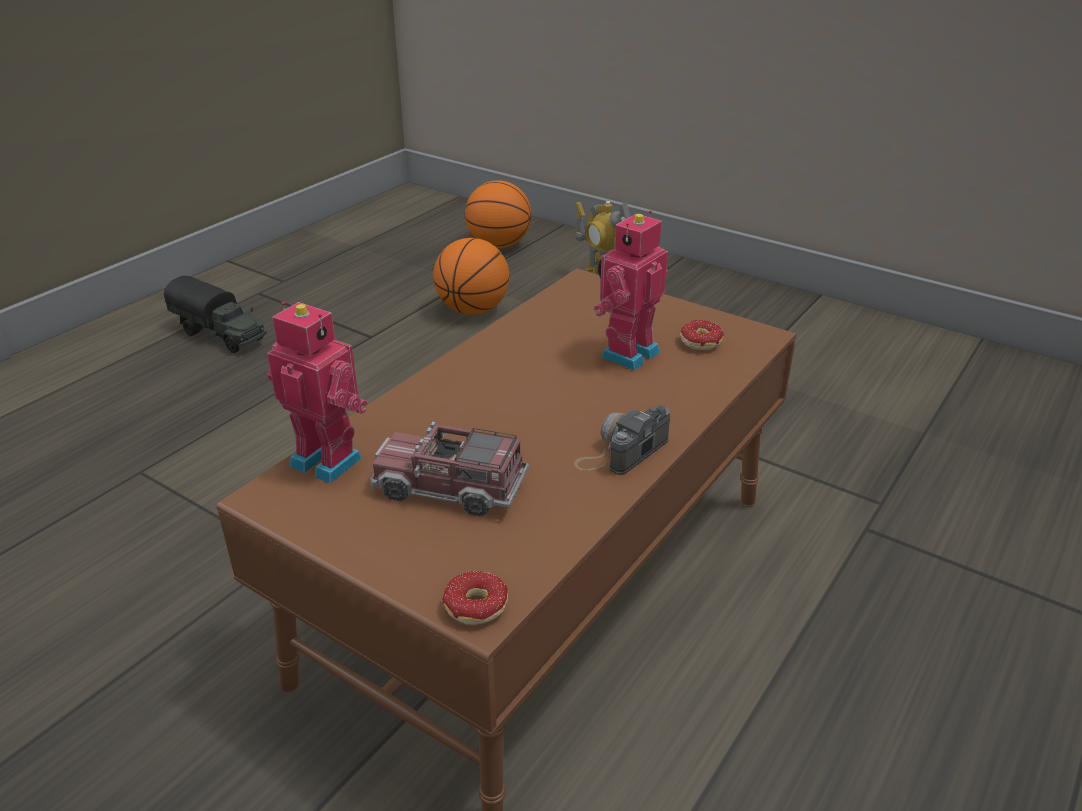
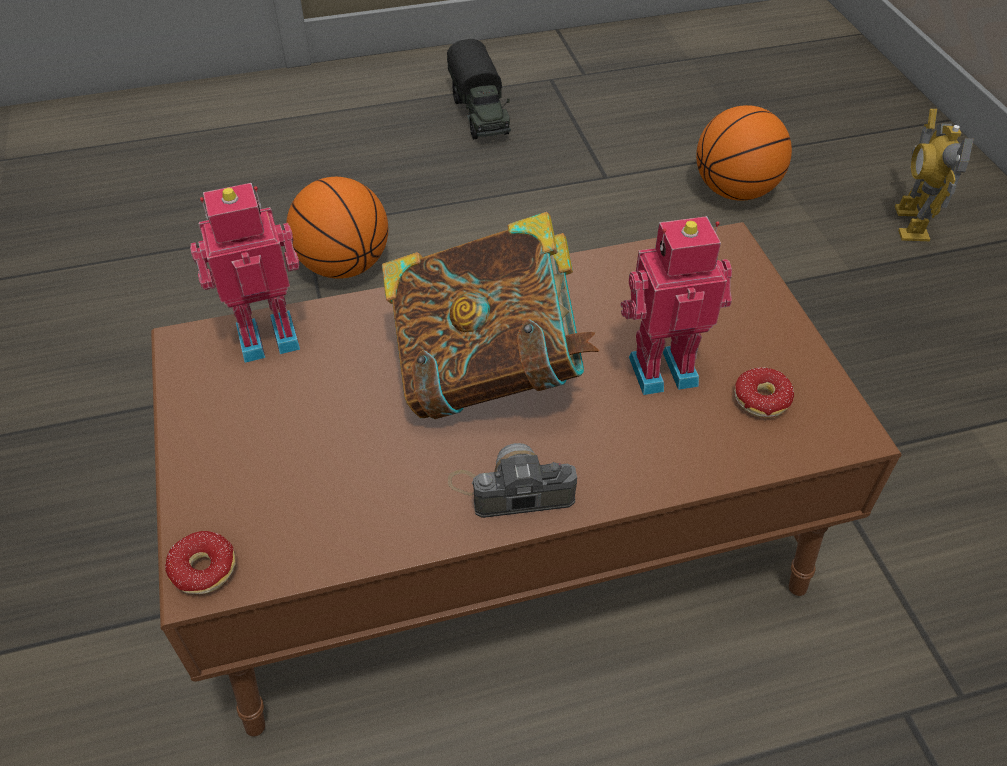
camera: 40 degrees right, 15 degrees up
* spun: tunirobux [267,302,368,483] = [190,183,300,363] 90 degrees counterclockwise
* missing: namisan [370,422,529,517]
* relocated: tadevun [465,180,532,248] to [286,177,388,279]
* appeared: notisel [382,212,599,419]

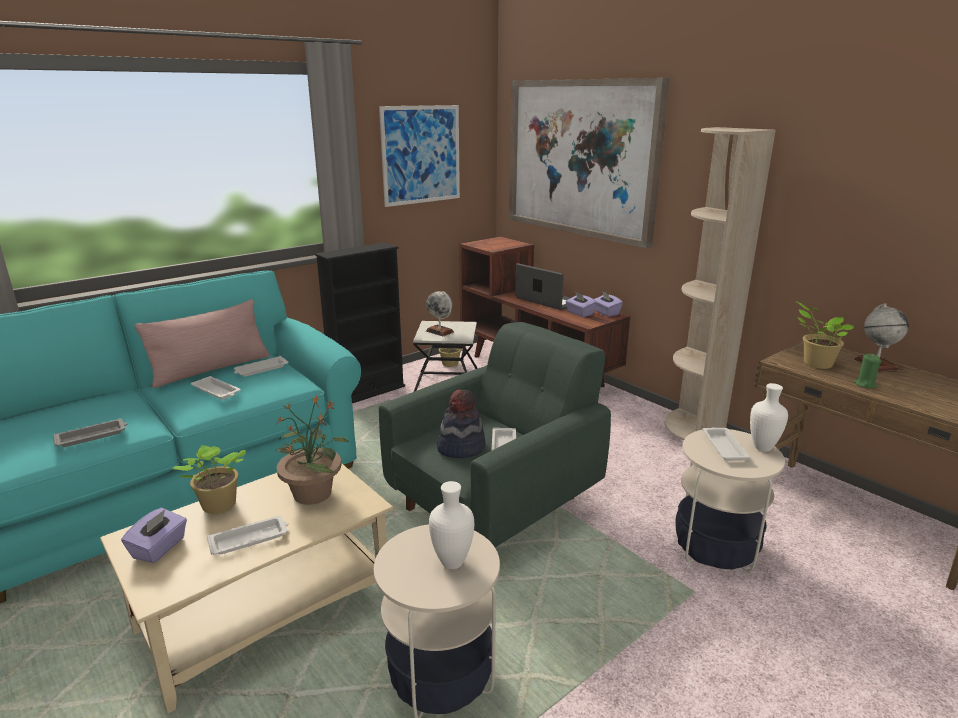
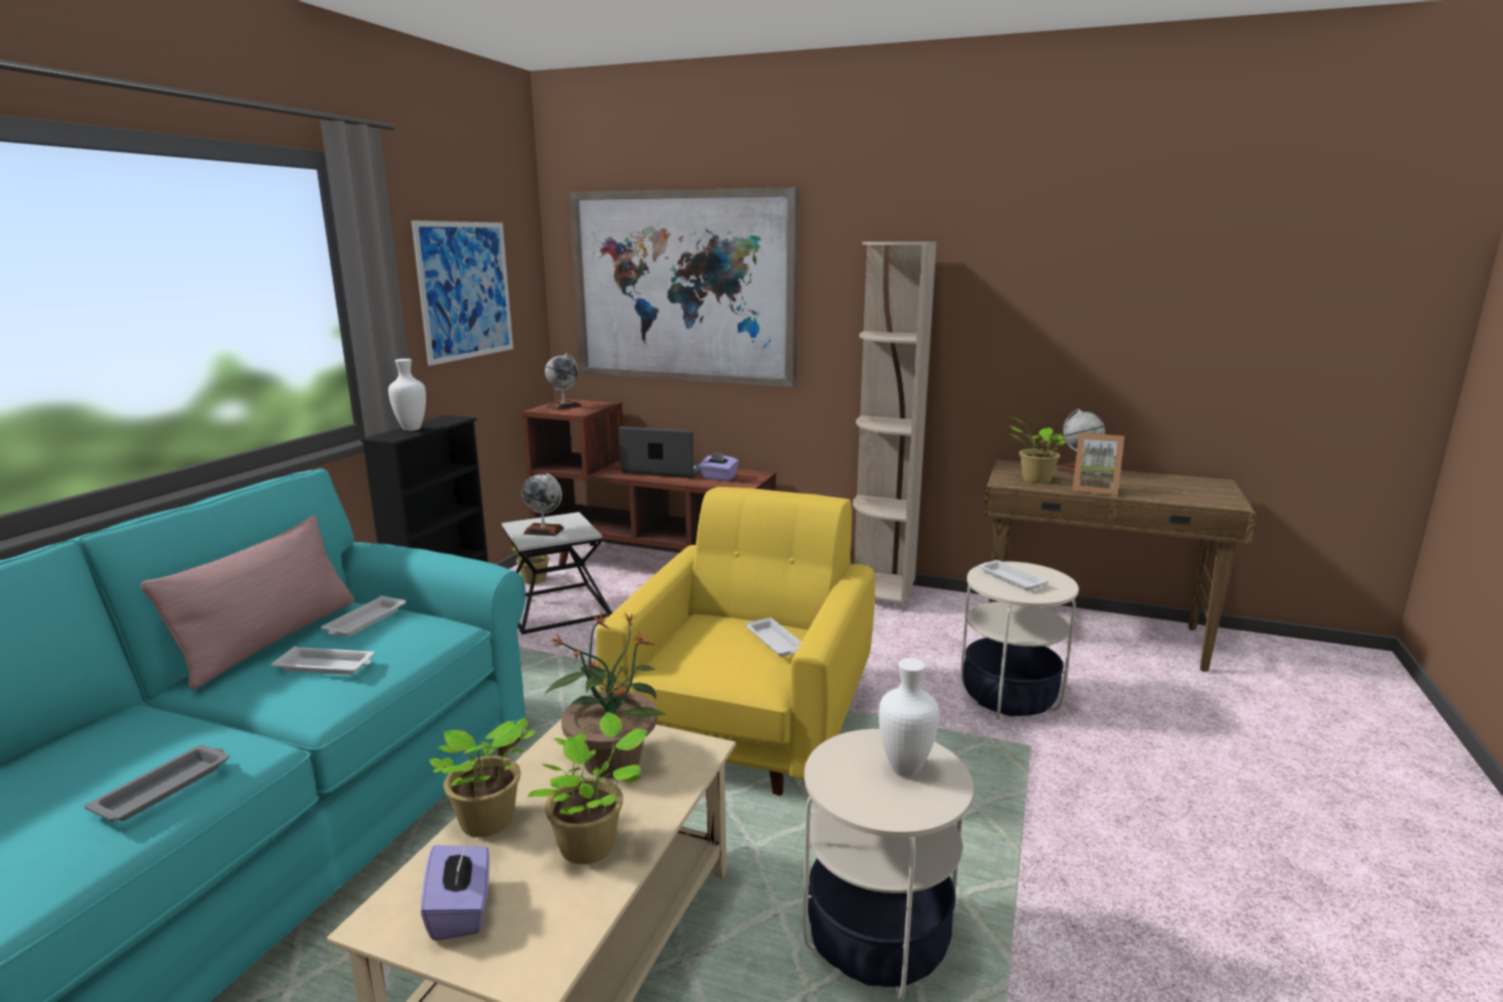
camera: 30 degrees left, 5 degrees down
* exchanged: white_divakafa [207,516,288,555] to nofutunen [528,712,648,864]
* colour: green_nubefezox [379,322,611,547] to yellow_nubefezox [596,487,875,796]
* missing: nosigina [437,389,486,458]
* missing: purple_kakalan [594,291,623,317]
* relocated: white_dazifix [750,383,788,452] to [388,359,426,431]
* exchanged: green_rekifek [853,354,881,389] to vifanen [1072,433,1124,496]
* appeared: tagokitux [545,353,582,411]

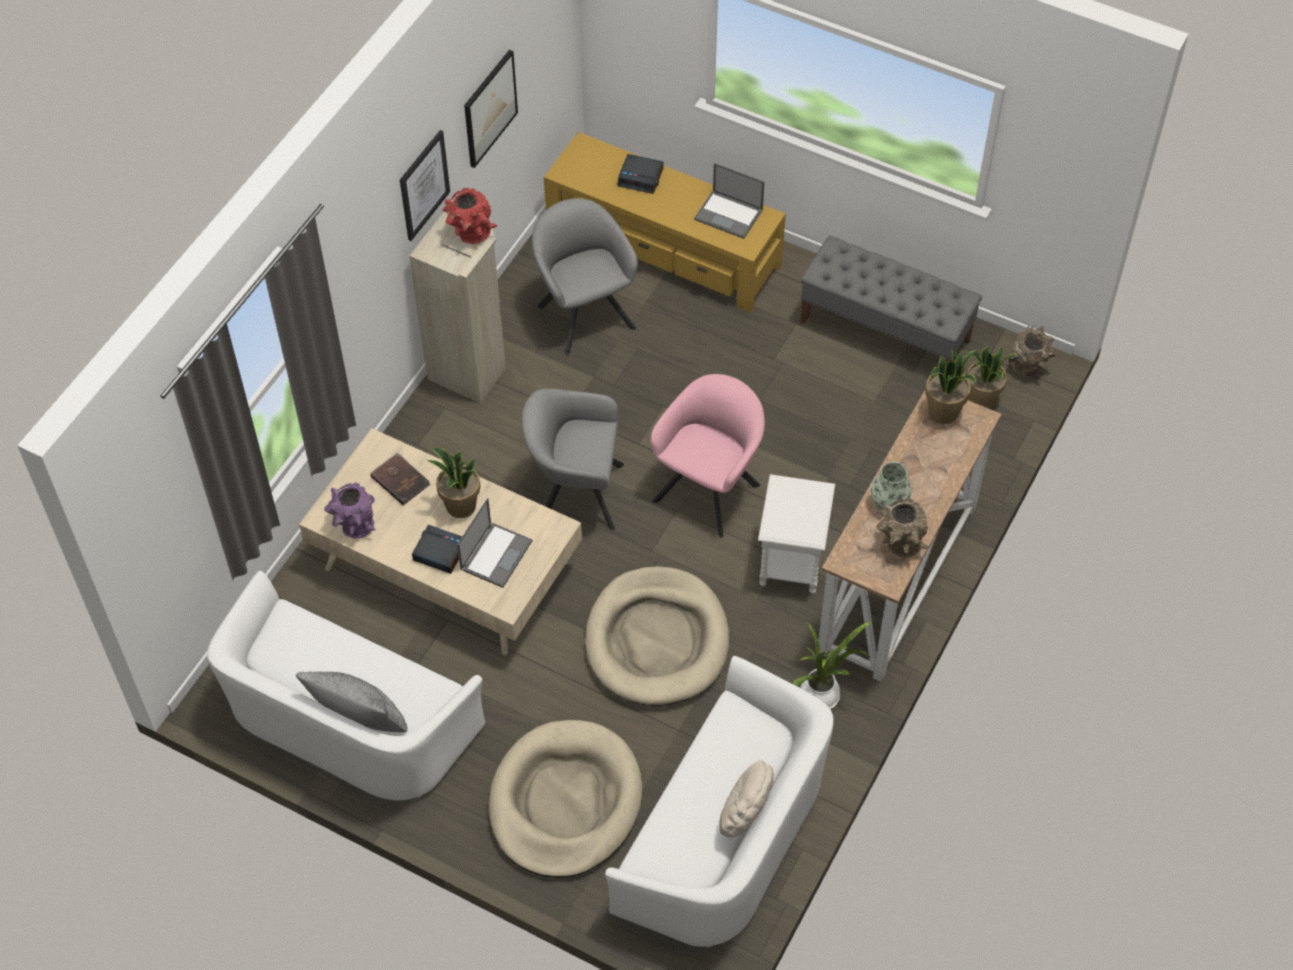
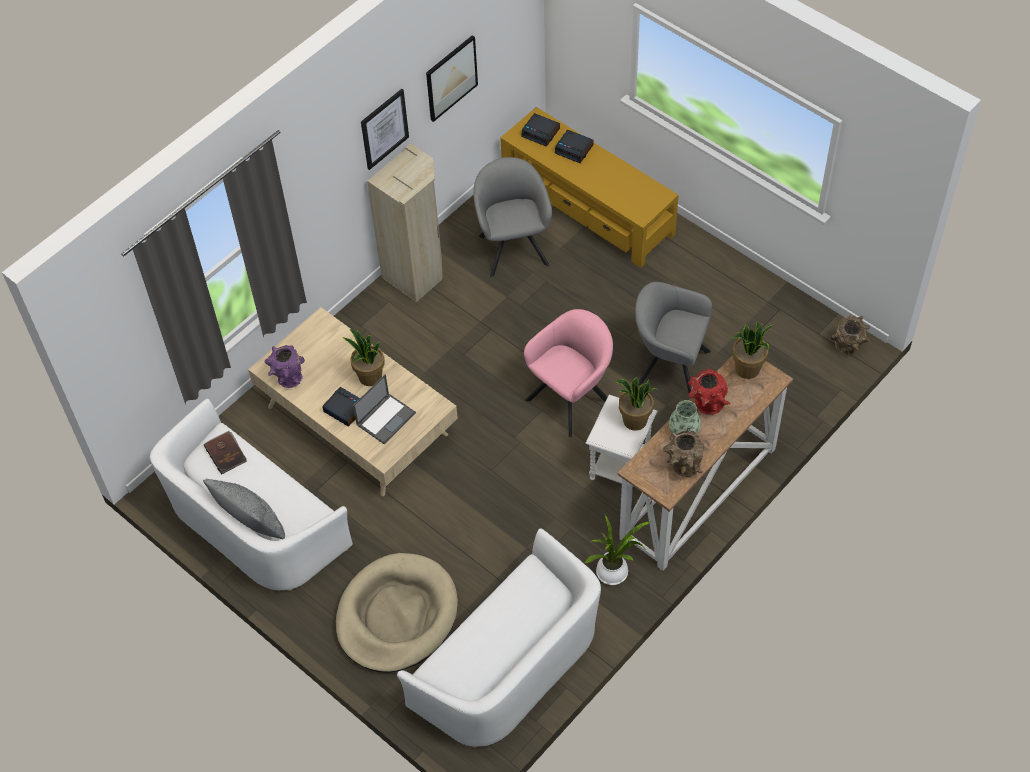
camera: 15 degrees right, 0 degrees up
* relocated: brown_notisel [370,453,430,506] to [204,431,247,474]
* relocated: red_dazifix [443,188,497,244] to [688,369,730,415]
* relocated: grey_nubefezox [522,388,624,531] to [635,282,712,398]
* missing: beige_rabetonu [585,566,729,706]
* missing: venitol [694,163,765,239]
* missing: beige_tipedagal [719,760,774,837]
* missing: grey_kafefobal [800,235,982,368]
* relocated: nofutunen [965,345,1016,409] to [615,377,658,431]
* appeared: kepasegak [521,113,560,147]

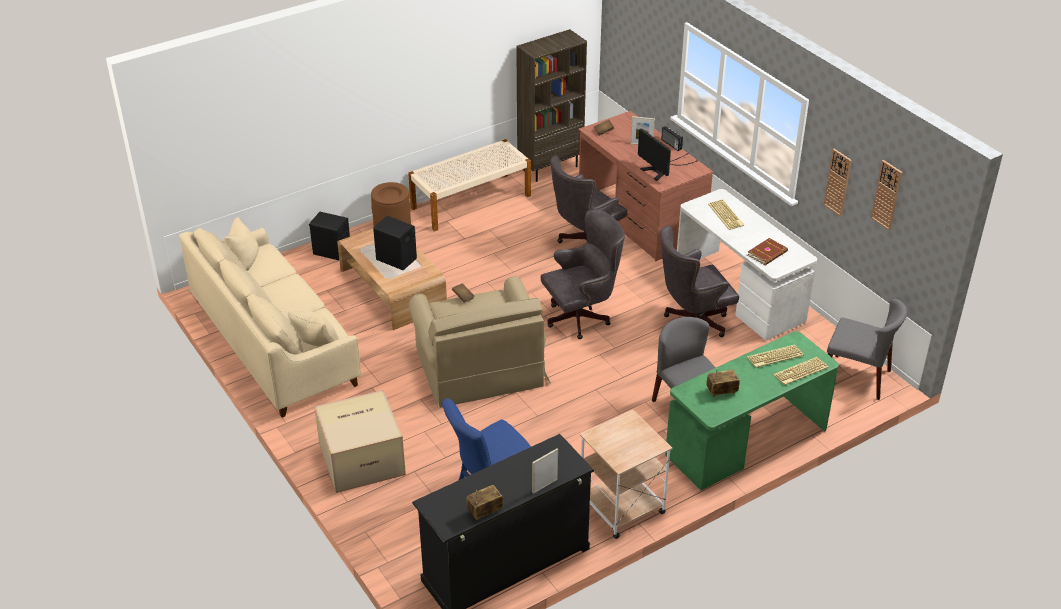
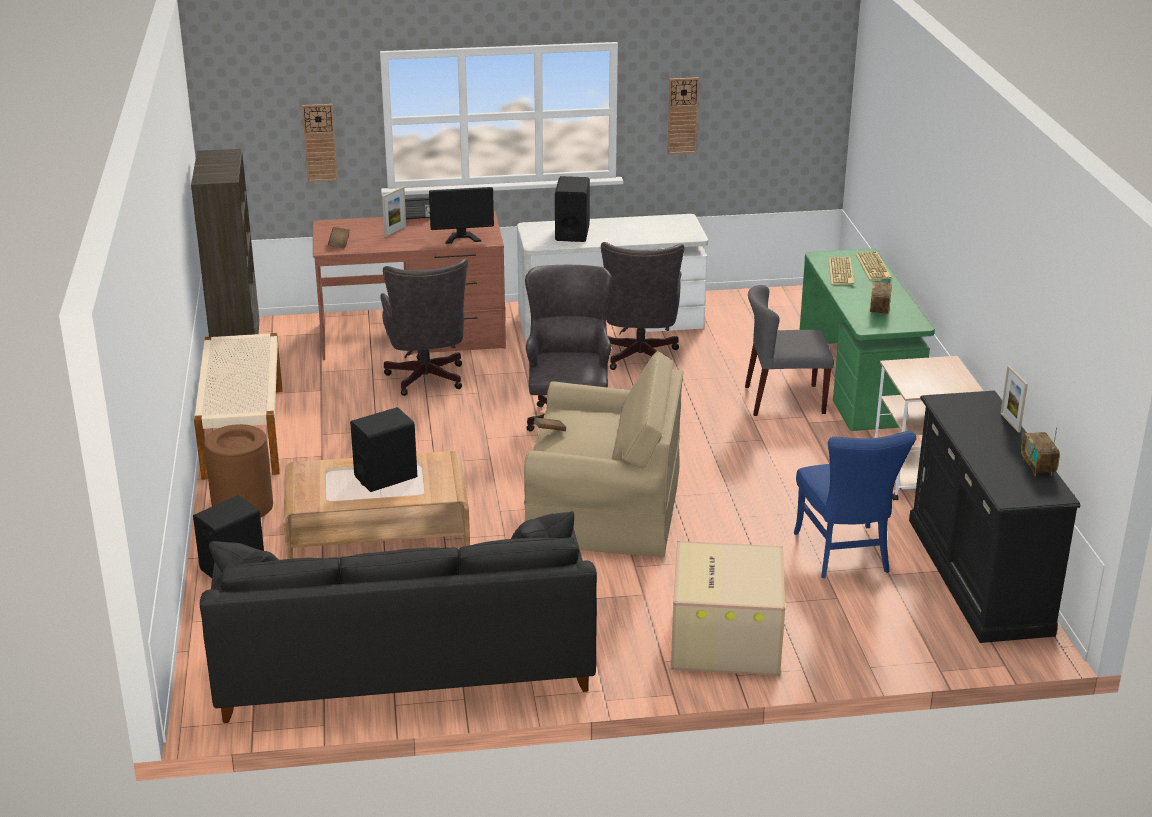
camera: 65 degrees left, 10 degrees down
* colour: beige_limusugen [179,217,361,417] to black_limusugen [200,511,597,723]
* exchanged: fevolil [708,199,744,230] to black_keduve [555,176,590,242]
* missing: brown_notisel [748,238,788,265]
* missing: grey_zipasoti [827,299,907,400]
* relocated: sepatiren [871,160,902,230] to [302,104,338,182]

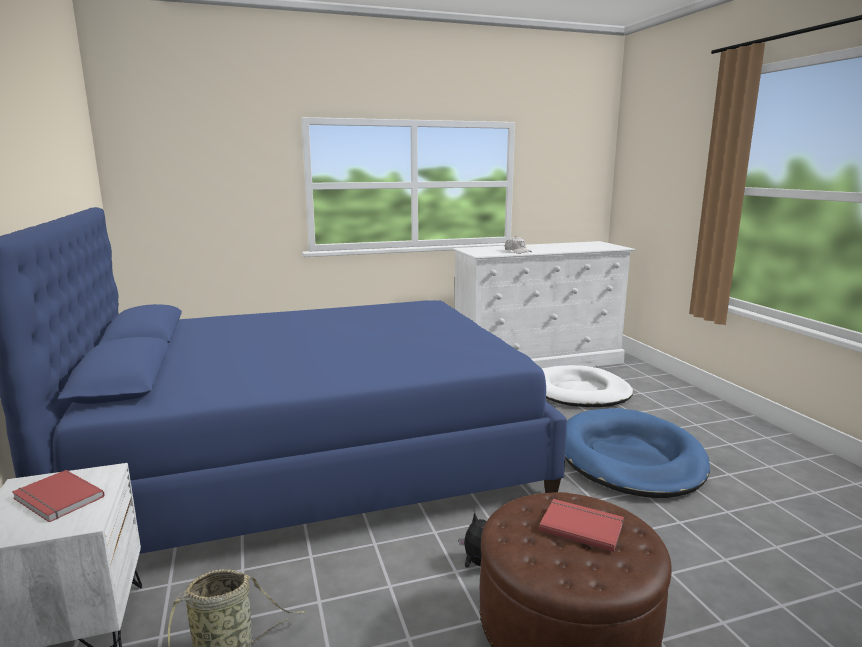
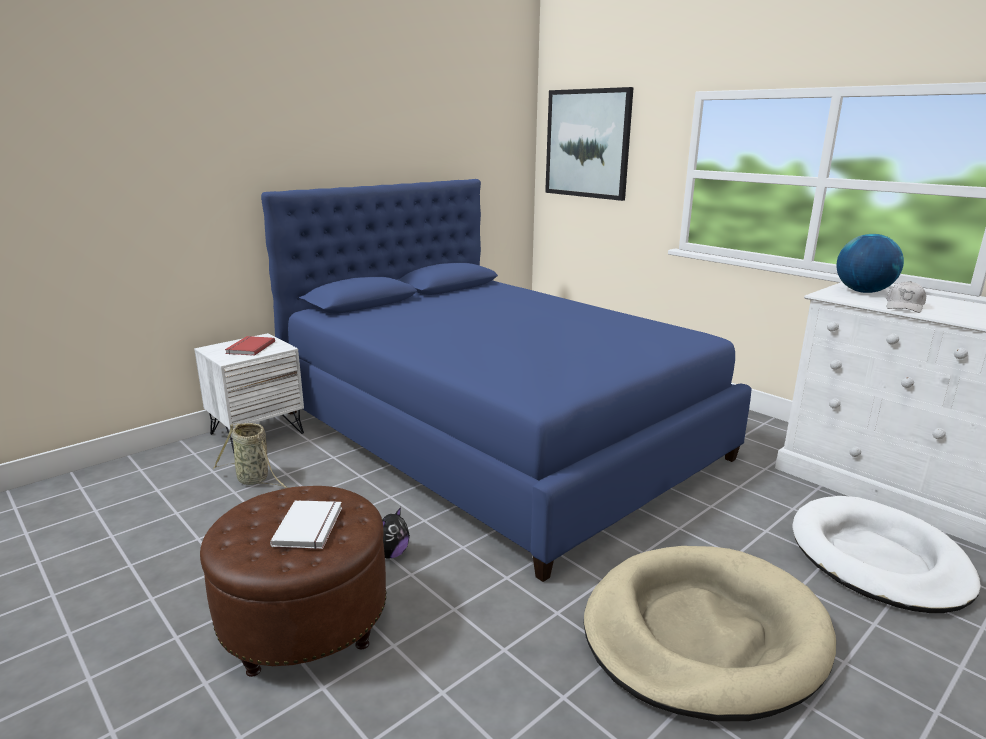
camera: 65 degrees right, 5 degrees up
* colour: red_notisel [539,499,624,552] to white_notisel [270,500,342,549]
* colour: blue_rabetonu [565,408,710,498] to beige_rabetonu [584,546,836,721]
* appeared: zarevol [545,87,634,201]
* appeared: tagokitux [836,234,904,293]

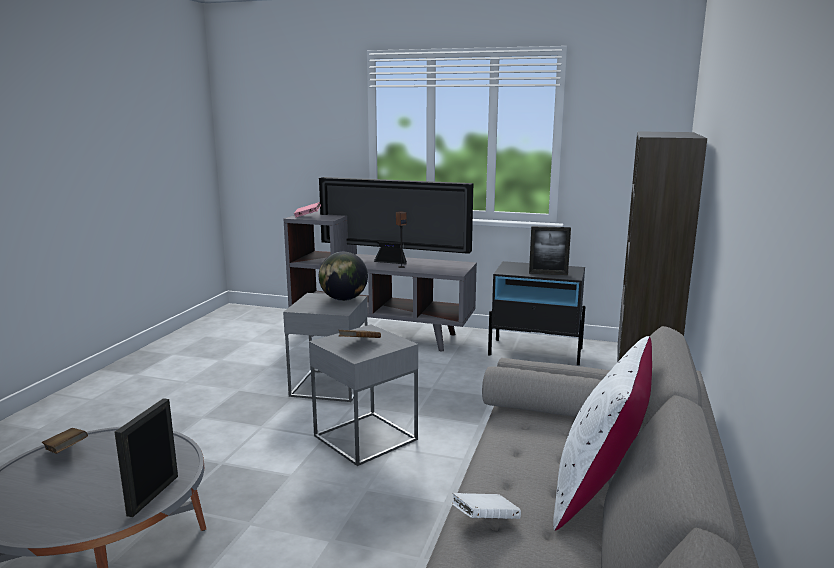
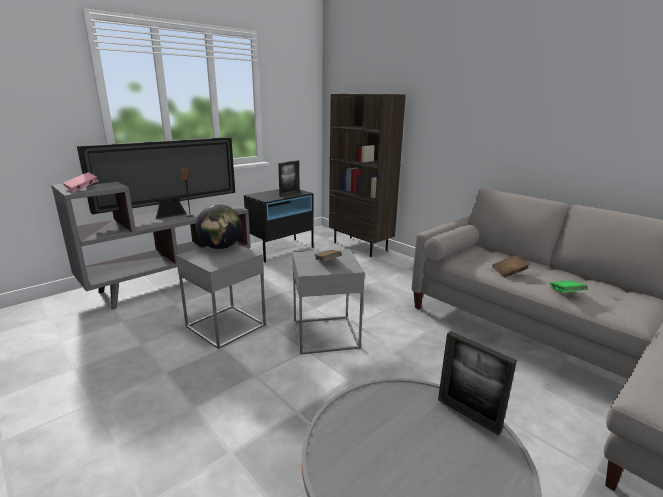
camera: 60 degrees left, 5 degrees up
* relocated: brown_notisel [42,428,88,454] to [492,255,529,278]
* colour: white_notisel [451,493,521,519] to green_notisel [550,281,588,293]
* missing: white_tipedagal [553,336,652,531]

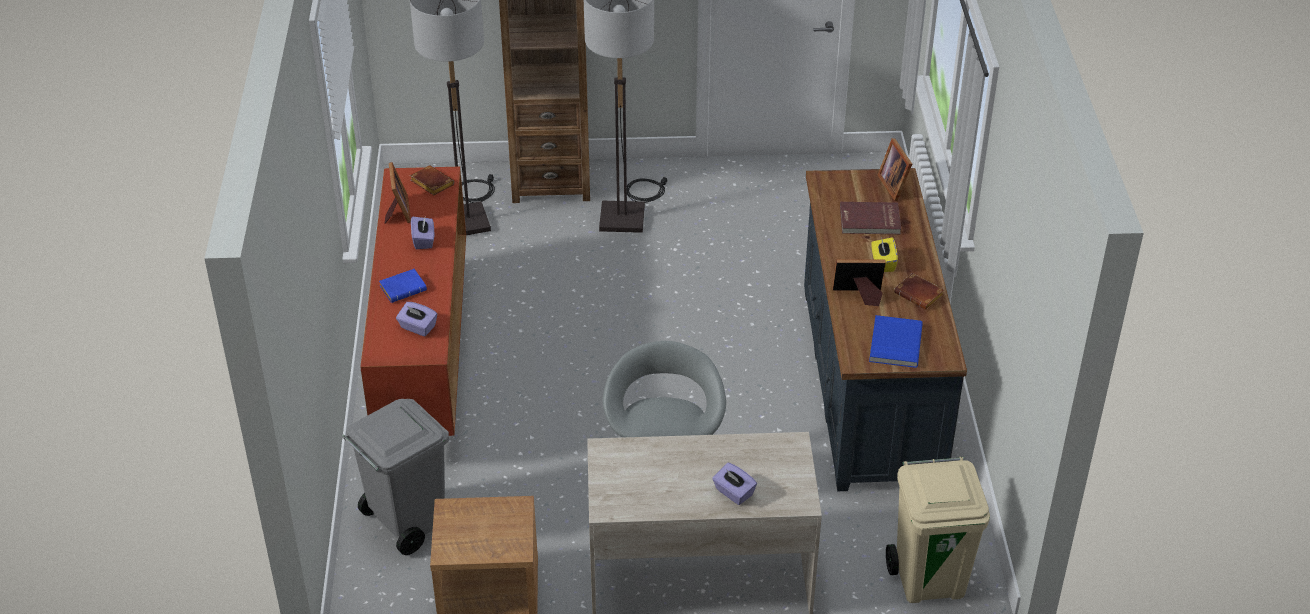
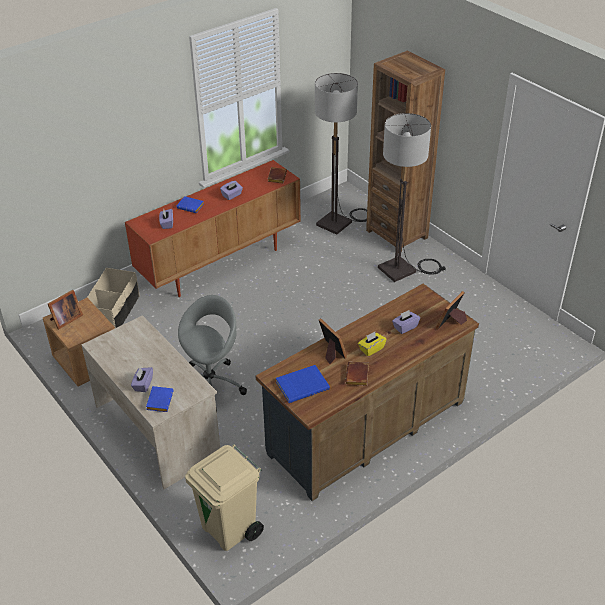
camera: 55 degrees right, 0 degrees up
* exchanged: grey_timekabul [342,399,449,555] to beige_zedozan [87,268,140,328]
* relocated: vifanen [385,162,411,223] to [48,290,83,330]
* exchanged: red_notisel [840,202,901,234] to purple_kakalan [392,310,420,334]
* appeared: blue_notisel [146,386,174,412]

